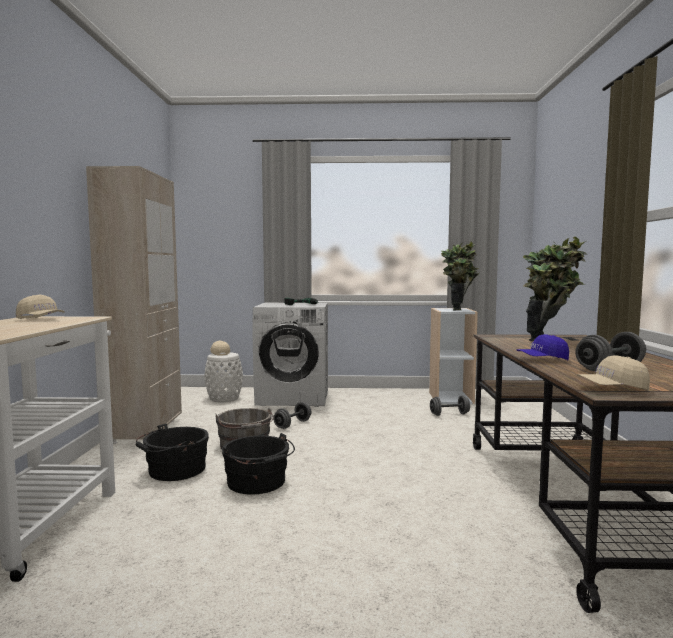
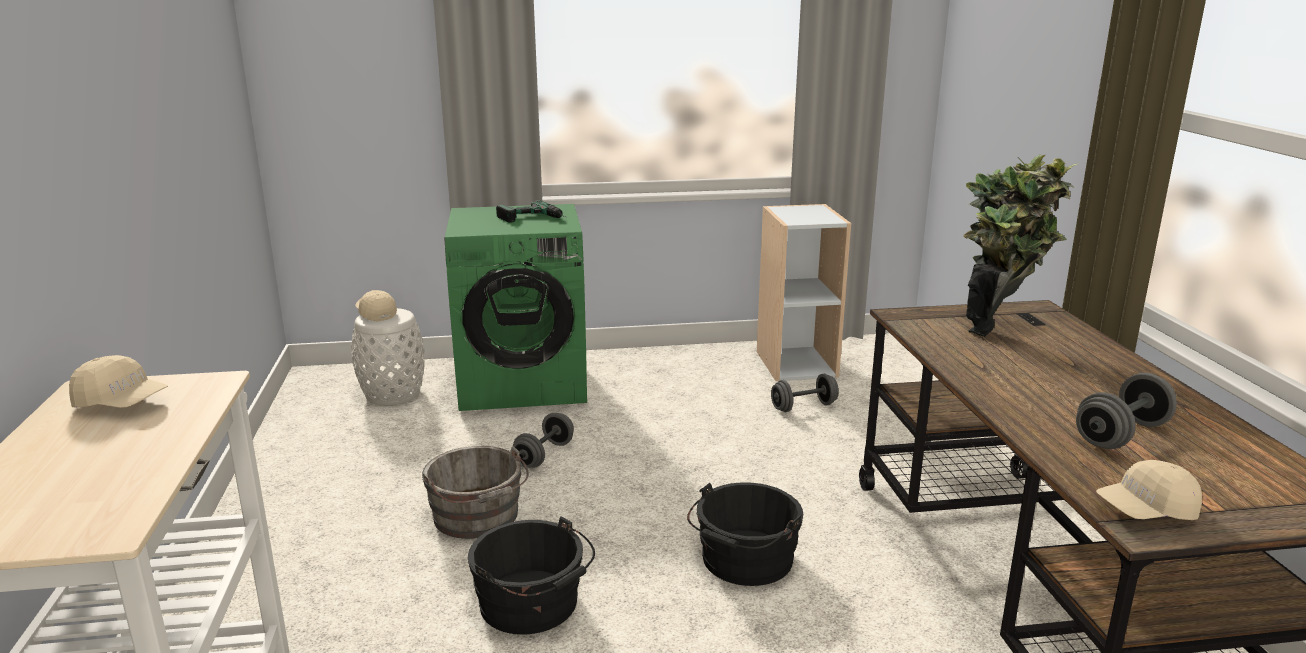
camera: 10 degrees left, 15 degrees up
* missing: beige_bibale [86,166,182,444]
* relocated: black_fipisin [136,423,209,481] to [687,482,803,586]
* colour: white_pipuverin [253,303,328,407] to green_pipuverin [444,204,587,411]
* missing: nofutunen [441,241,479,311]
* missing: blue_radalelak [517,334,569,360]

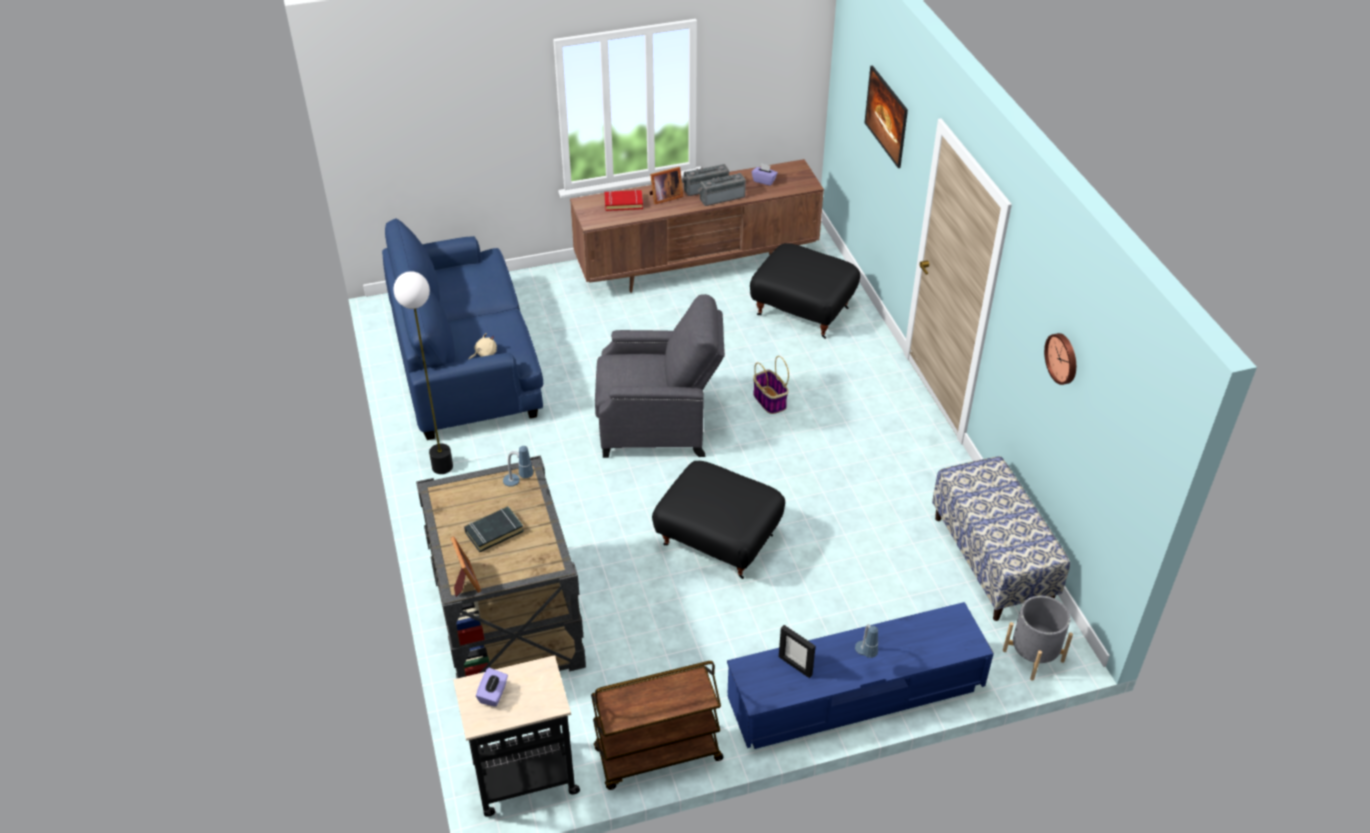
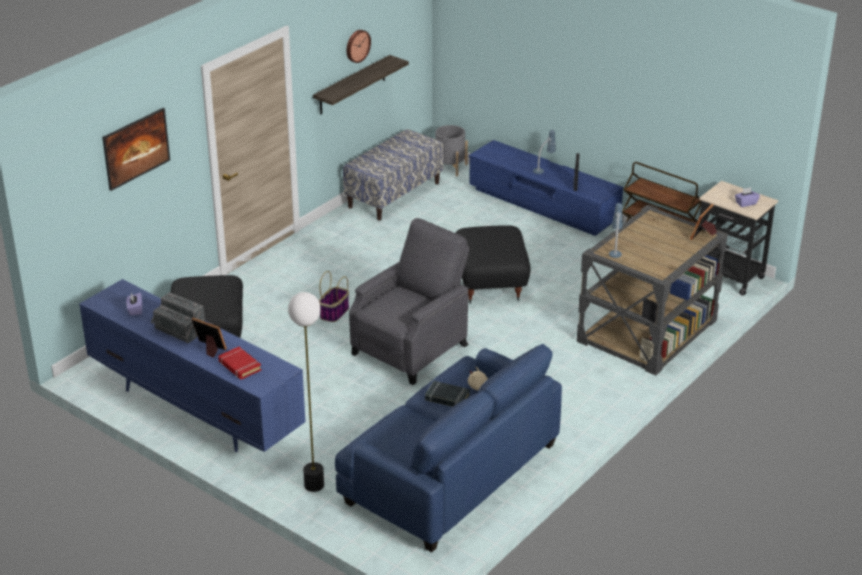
camera: 125 degrees left, 10 degrees down
* relocated: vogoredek [393,271,453,474] to [288,292,324,492]
* relocated: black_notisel [464,506,524,552] to [425,381,470,407]
* colour: brown_bibale [570,159,824,293] to blue_bibale [79,279,306,452]
* spun: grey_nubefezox [595,294,725,458] = [349,218,469,385] 75 degrees clockwise
* appeared: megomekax [313,55,409,114]

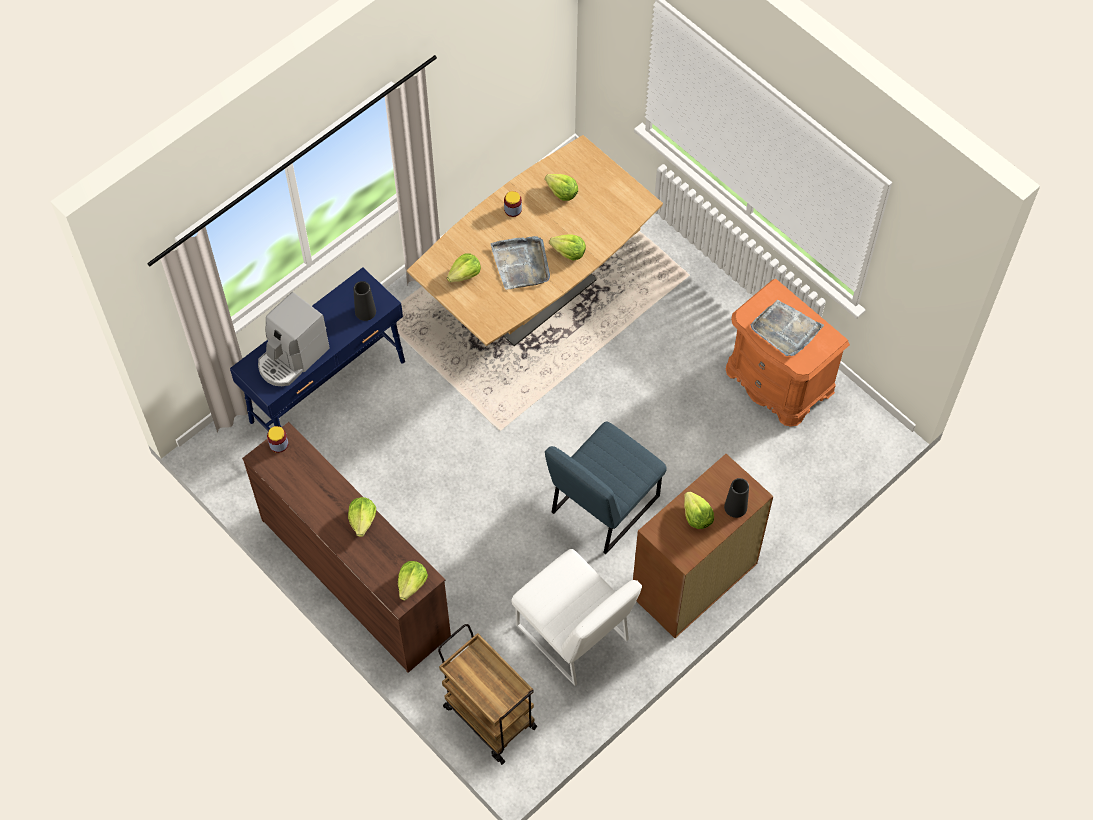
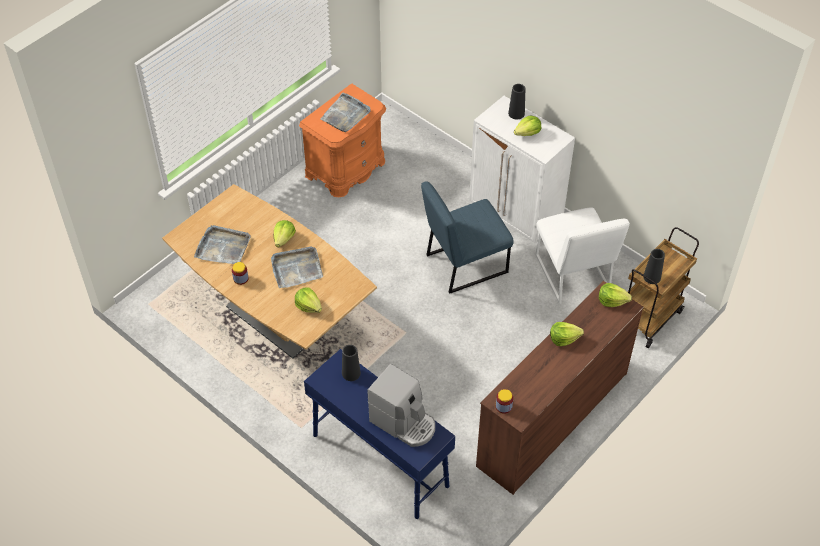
camera: 95 degrees left, 10 degrees down
* spun: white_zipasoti [512,549,642,686] = [536,207,630,304] 120 degrees clockwise
* exchanged: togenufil [545,174,578,201] to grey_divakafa [194,225,251,264]
* spun: blue_zipasoti [545,422,667,554] = [421,181,514,294] 120 degrees clockwise
* colour: brown_bibale [633,454,773,638] to white_bibale [469,96,575,244]
* appeared: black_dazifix [643,249,665,284]

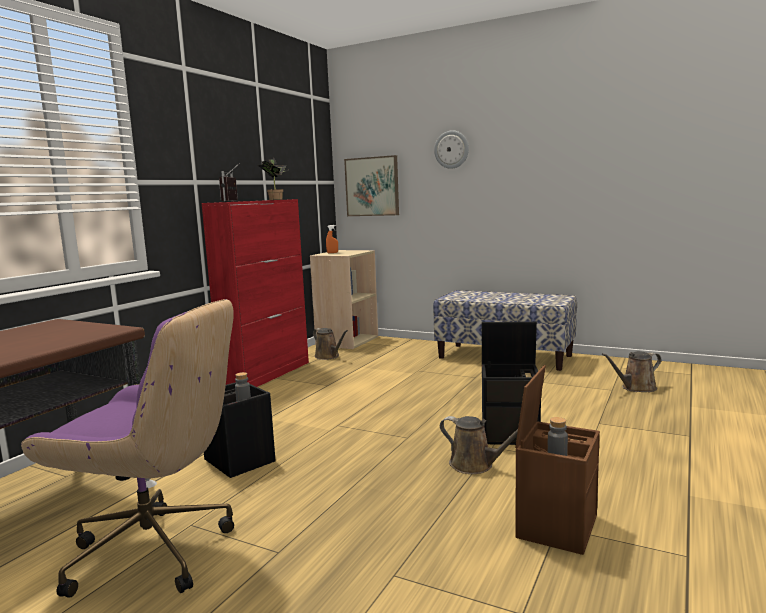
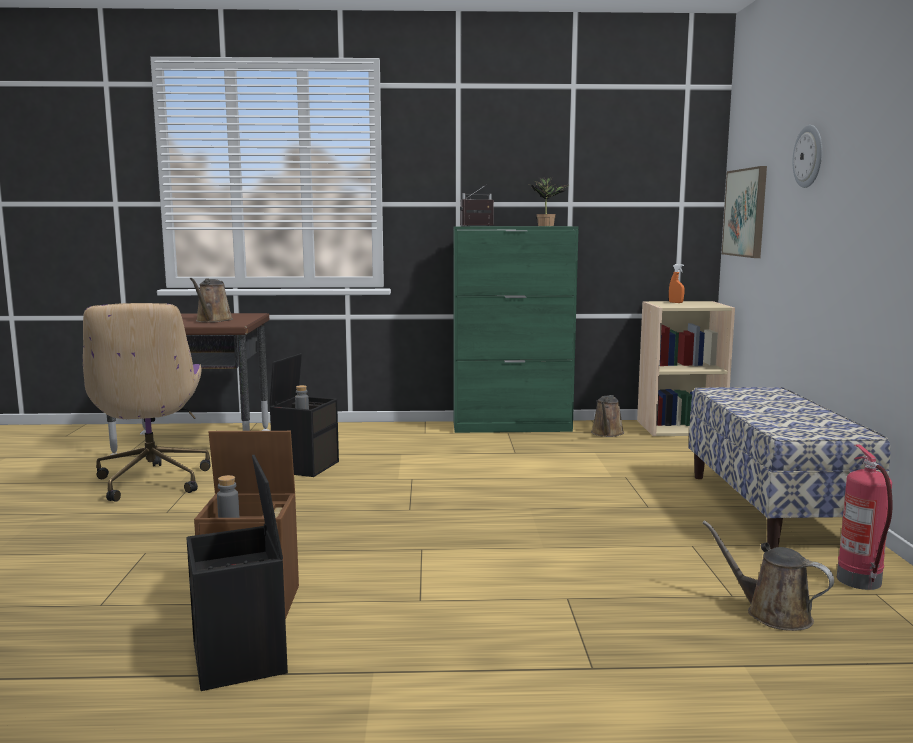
camera: 60 degrees right, 0 degrees up
* colour: red_bibale [201,199,309,387] to green_bibale [453,226,579,433]
* relocated: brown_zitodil [440,416,518,474] to [190,278,233,323]
* relocated: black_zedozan [482,322,541,445] to [186,455,288,691]
* appeared: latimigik [837,445,893,590]

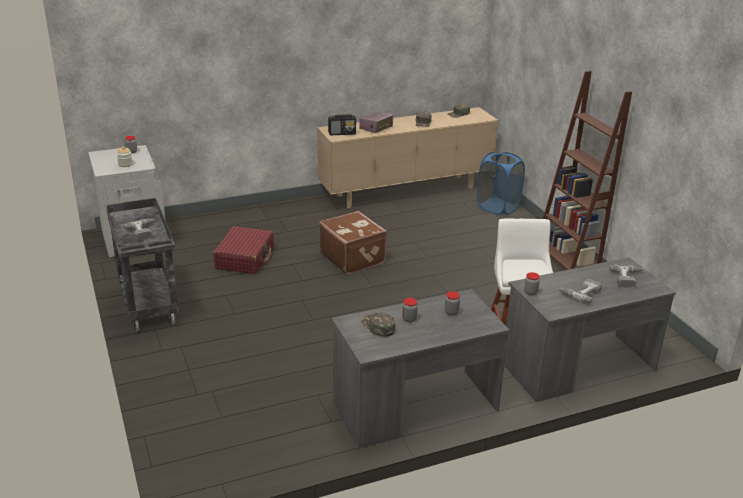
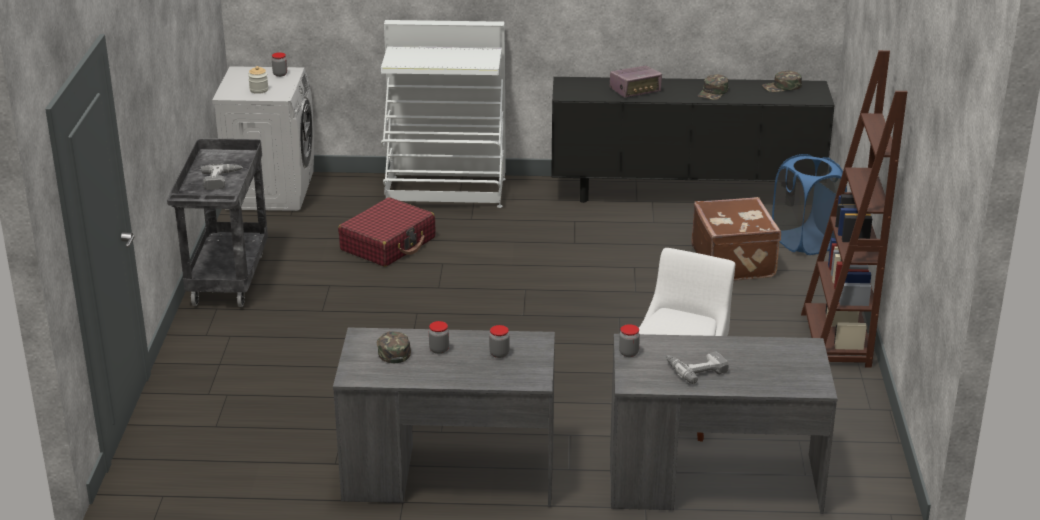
camera: 25 degrees right, 0 degrees up
* colour: beige_bibale [317,107,498,208] to black_bibale [551,77,835,203]
* relocated: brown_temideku [319,211,387,274] to [691,197,781,281]
* missing: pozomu [328,114,356,135]
* missing: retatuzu [609,265,644,288]
* appeared: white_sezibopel [381,20,506,208]

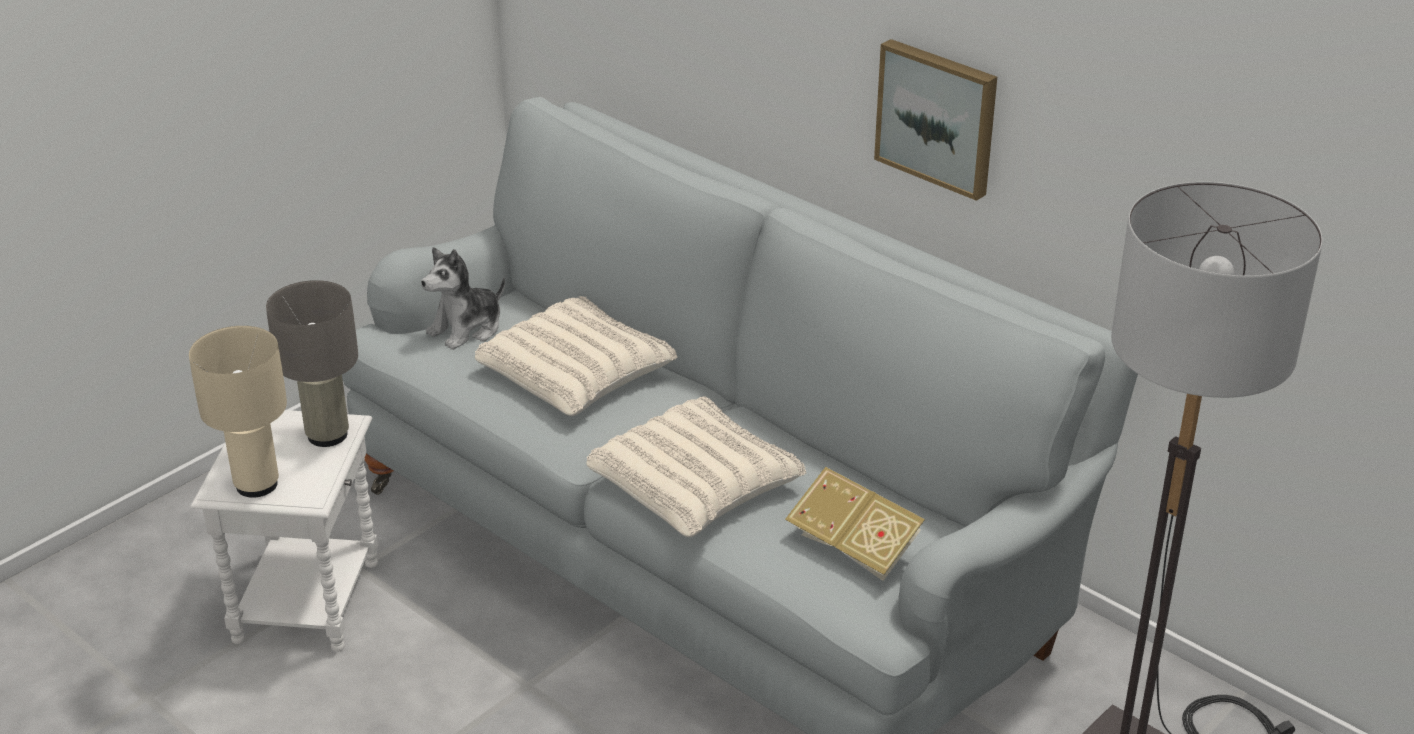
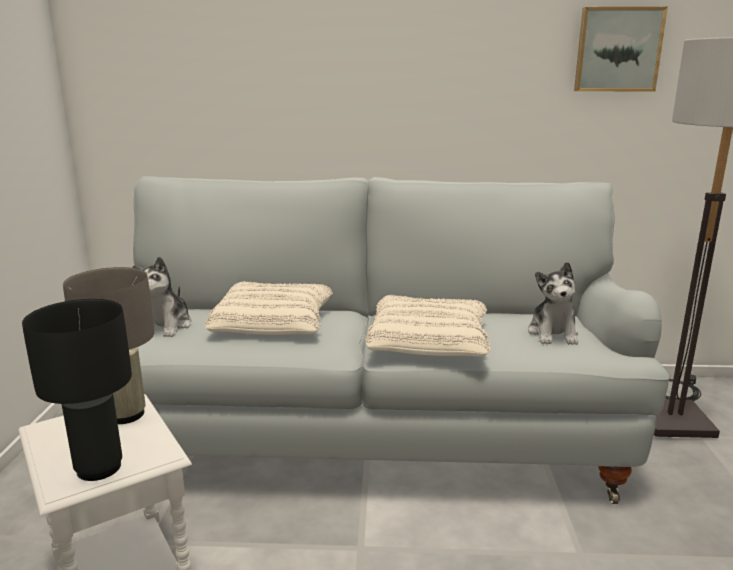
camera: 40 degrees left, 15 degrees down
* colour: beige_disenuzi [189,326,287,498] to black_disenuzi [22,299,132,481]
* exchanged: notisel [785,467,925,581] to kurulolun [528,262,578,345]
* relocated: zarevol [874,39,997,201] to [574,7,668,91]

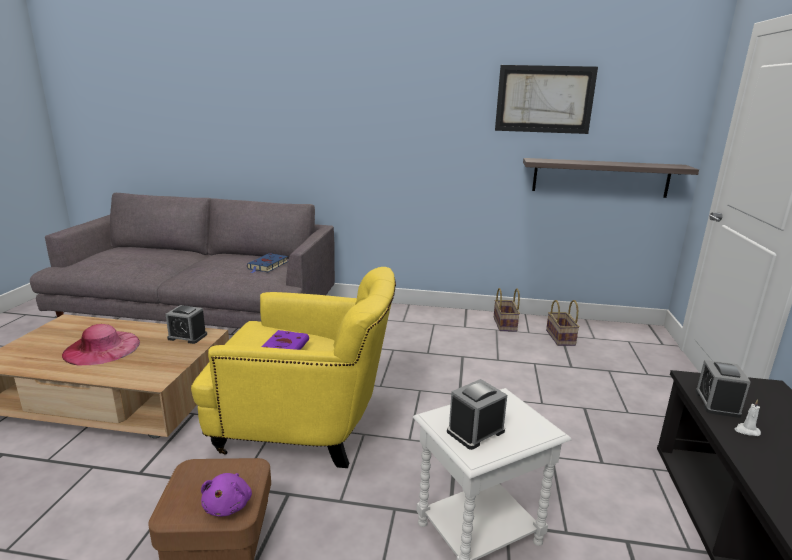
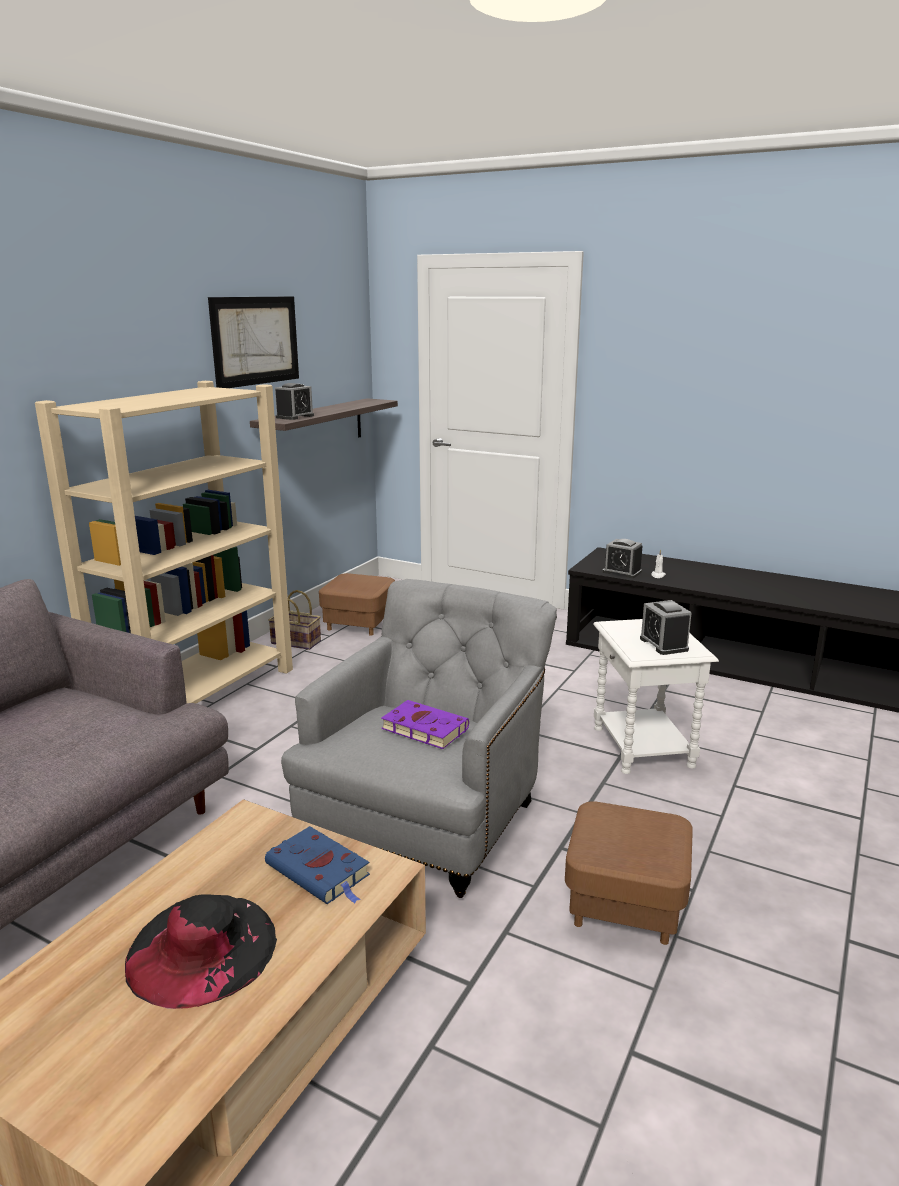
camera: 70 degrees left, 0 degrees up
* colour: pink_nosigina [62,324,140,365] to black_nosigina [125,894,277,1009]
* relocated: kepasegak [166,305,207,344] to [275,383,314,420]
* colour: yellow_nubefezox [191,267,396,468] to grey_nubefezox [281,579,557,898]
* missing: purple_kurulolun [201,473,252,517]
* relocated: blue_notisel [247,253,288,273] to [265,826,370,904]
* exchanged: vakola [546,300,580,346] to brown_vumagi [319,573,395,636]
* appeared: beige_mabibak [35,381,293,704]

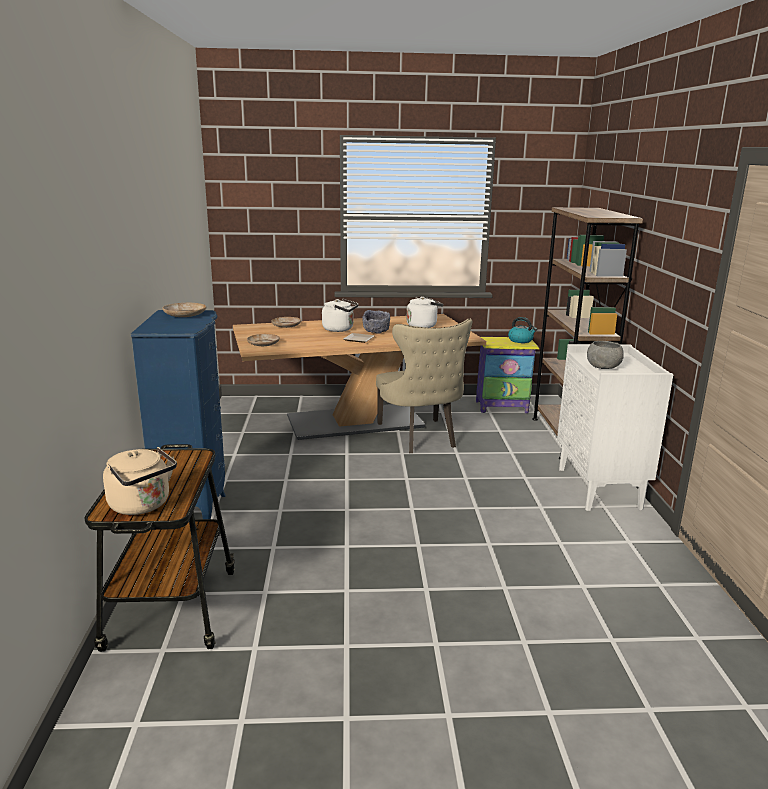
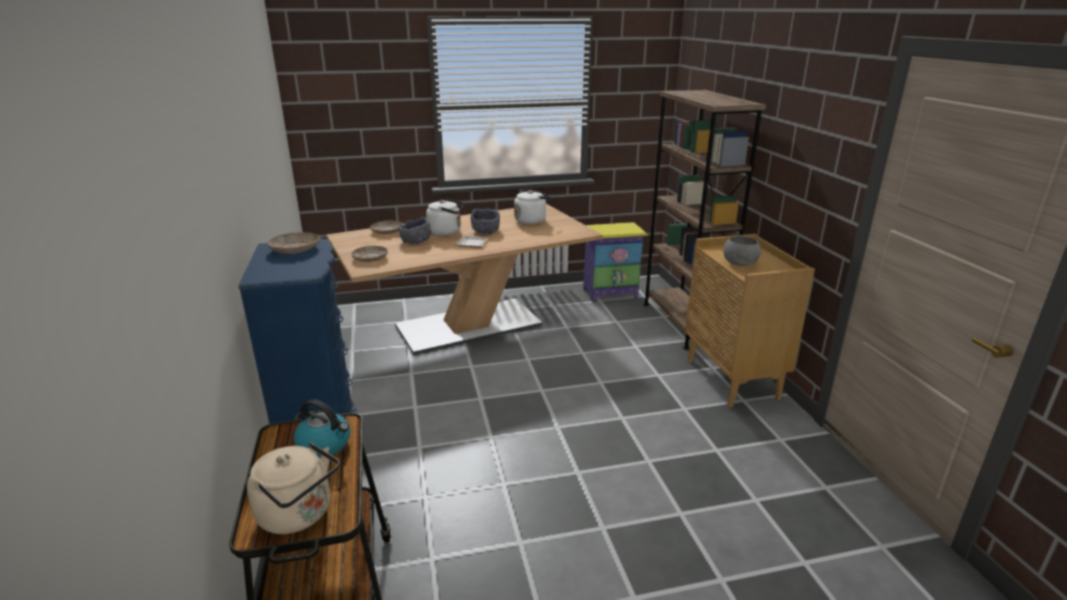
camera: 10 degrees left, 5 degrees up
* missing: beige_zipasoti [376,319,472,453]
* relocated: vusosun [508,317,537,343] to [293,399,350,458]
* colour: white_bibale [557,344,673,511] to brown_bibale [685,234,815,408]
* appeared: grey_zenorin [398,217,431,244]

